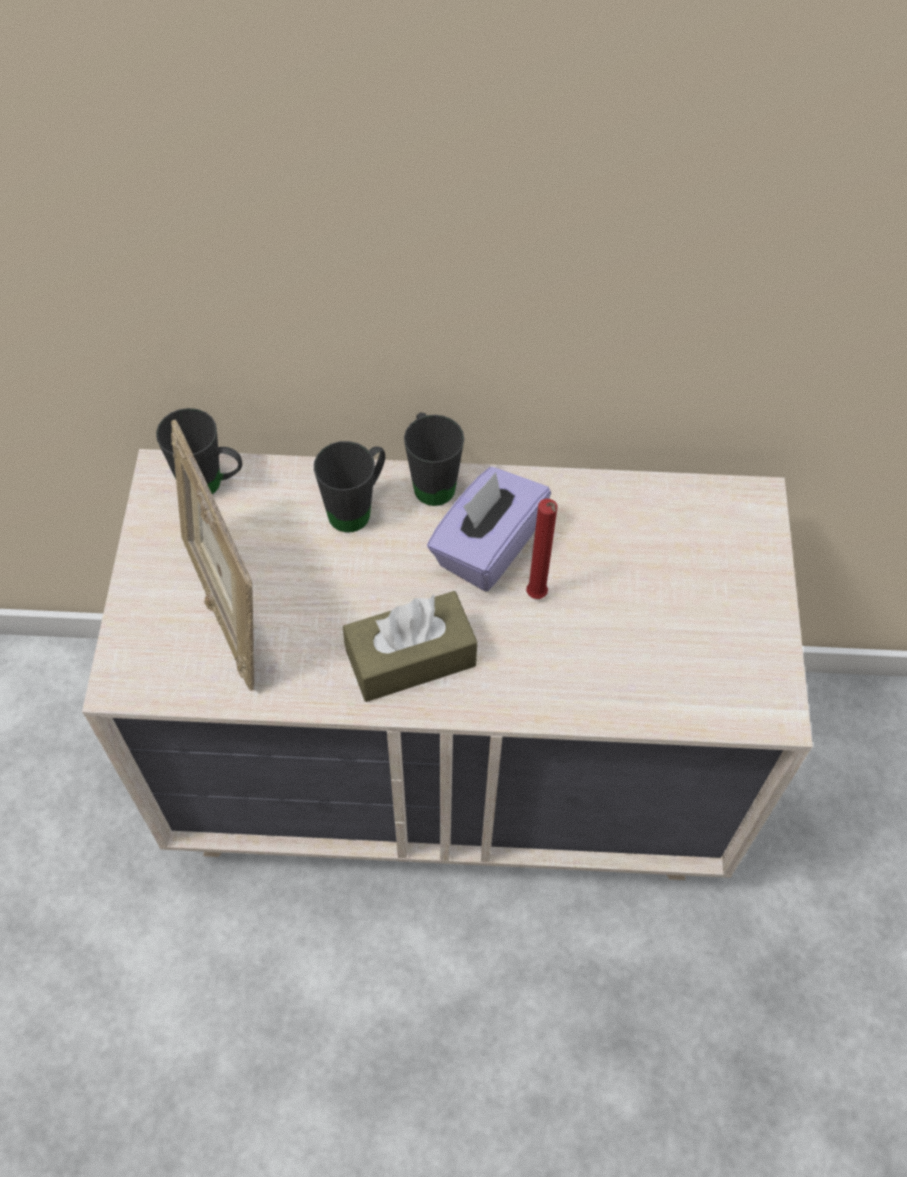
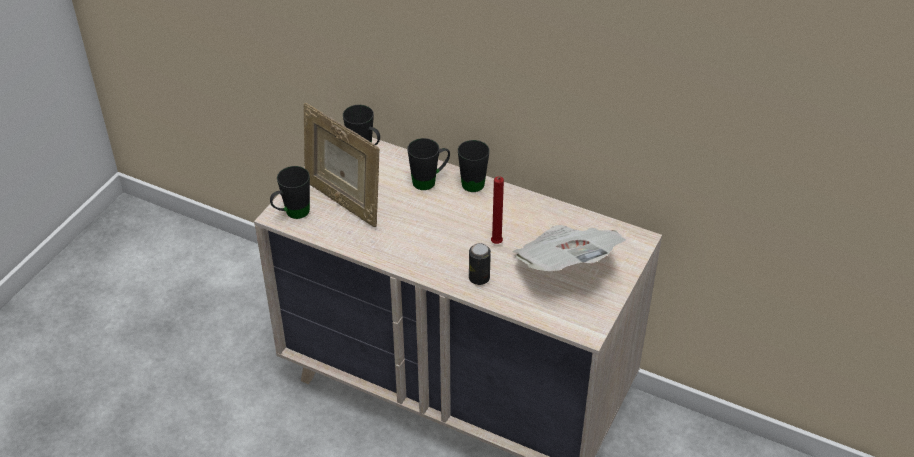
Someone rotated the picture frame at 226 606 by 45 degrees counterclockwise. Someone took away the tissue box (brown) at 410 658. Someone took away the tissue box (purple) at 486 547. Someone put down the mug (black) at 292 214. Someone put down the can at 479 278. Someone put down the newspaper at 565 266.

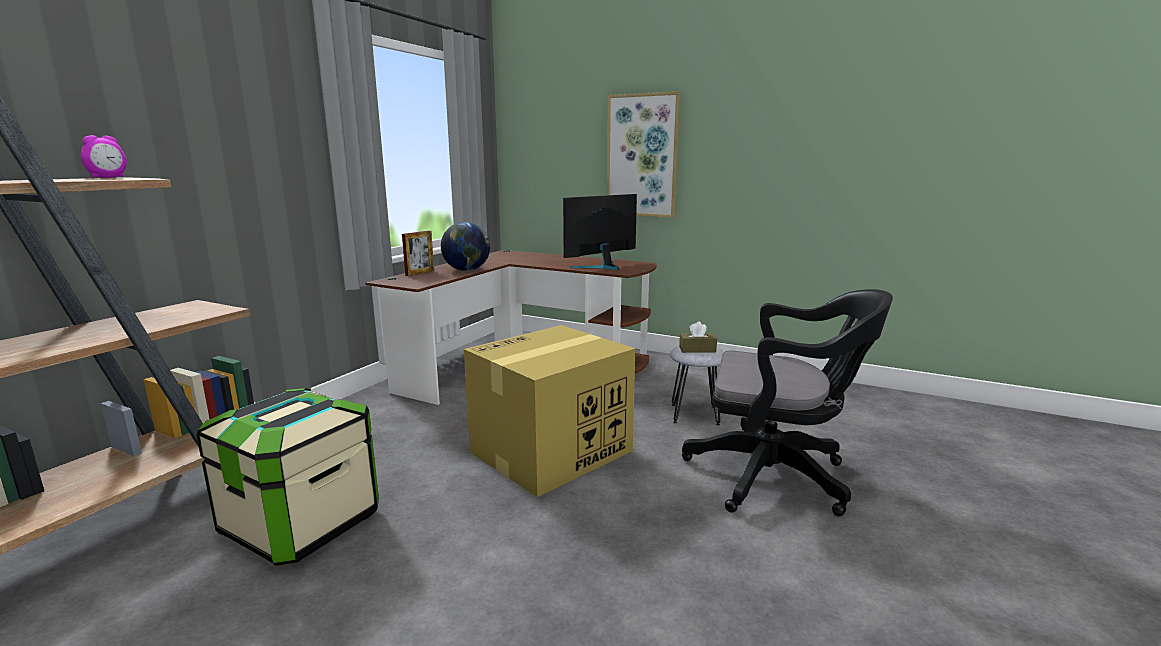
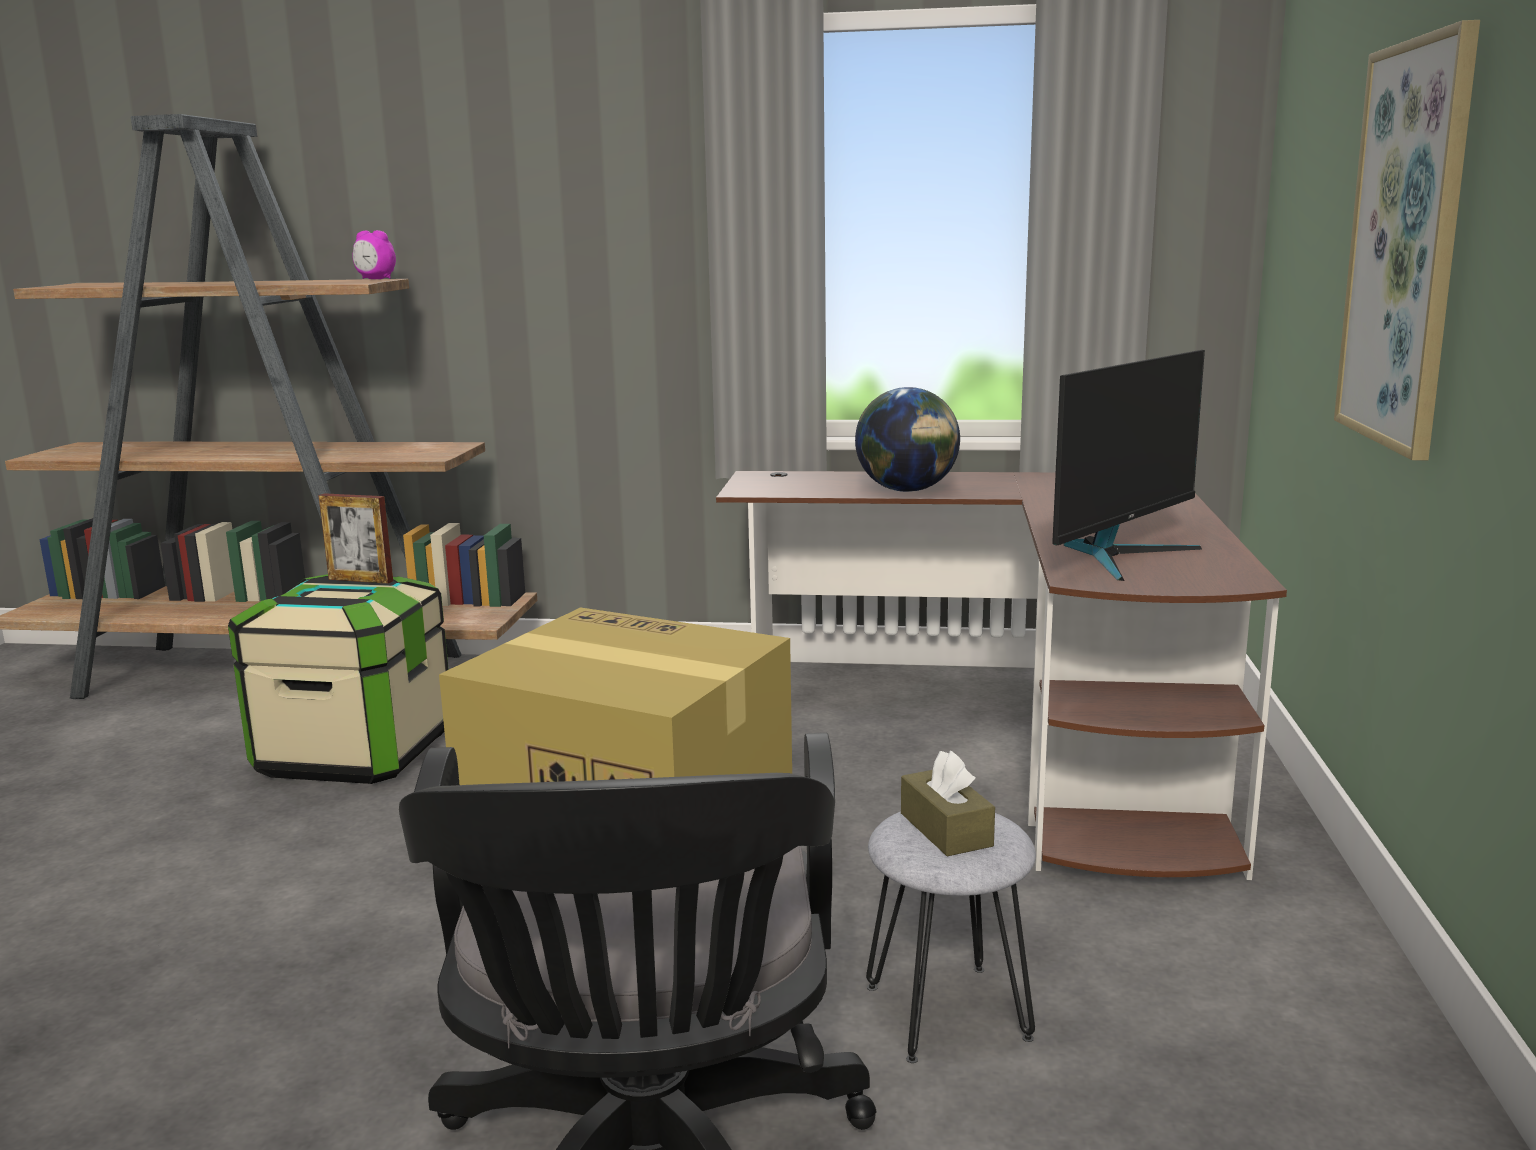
Someone carried the picture frame from 420 273 to 360 580. Someone rotated the monitor at 602 266 by 105 degrees clockwise.

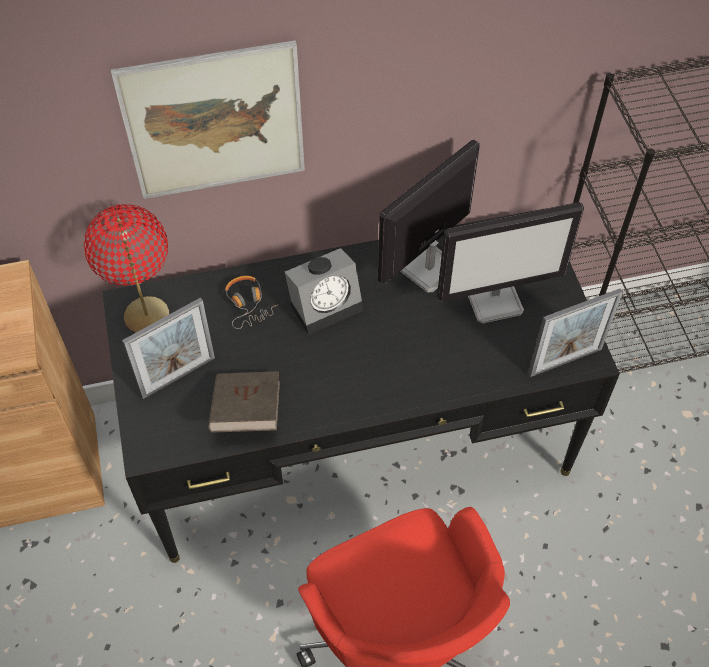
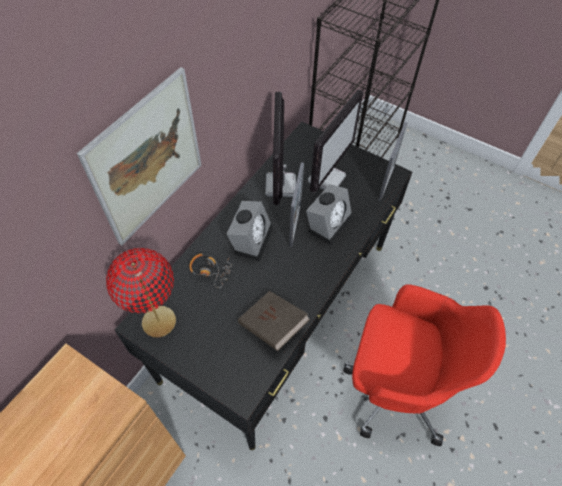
Someone carried the picture frame from 178 377 to 295 225. Someone put down the alarm clock at 329 223.

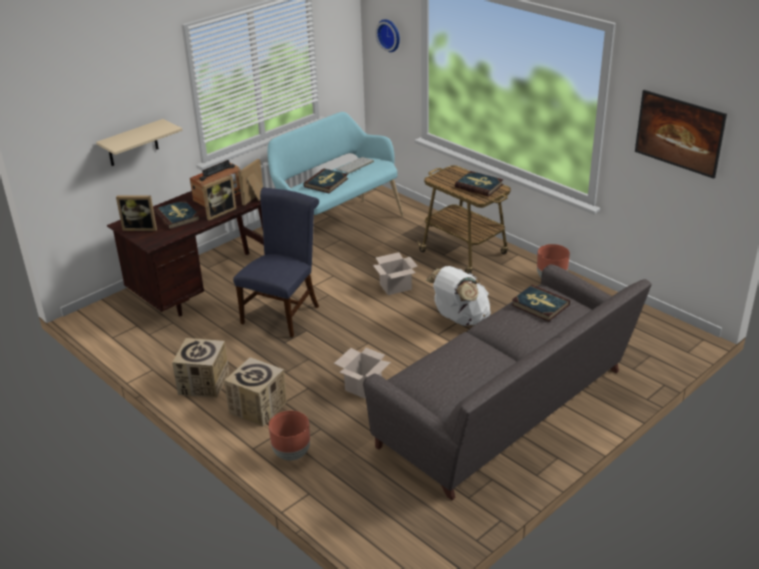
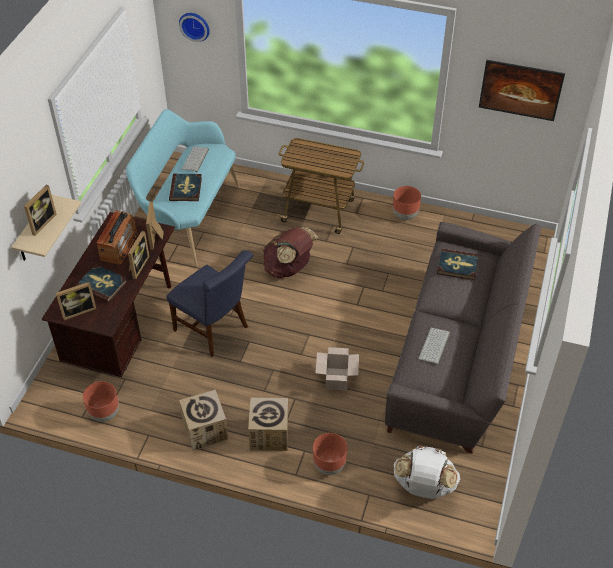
Someone rotated the chair (blue) at 283 312 by 135 degrees clockwise. Someone swapped the cardboard box at 395 287 for the backpack (brown) at 289 268. Someone carried the backpack (white) from 459 319 to 423 486. Someone took away the book at 479 186. Someone put down the picture frame at 41 223. Someone put down the planter (brown) at 104 413. Someone put down the keyboard at 434 346.

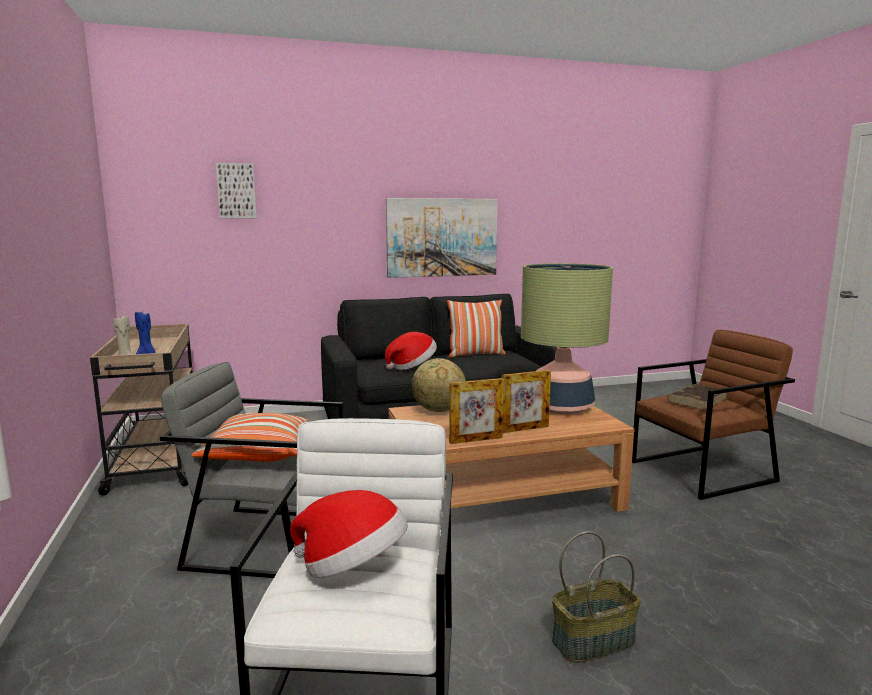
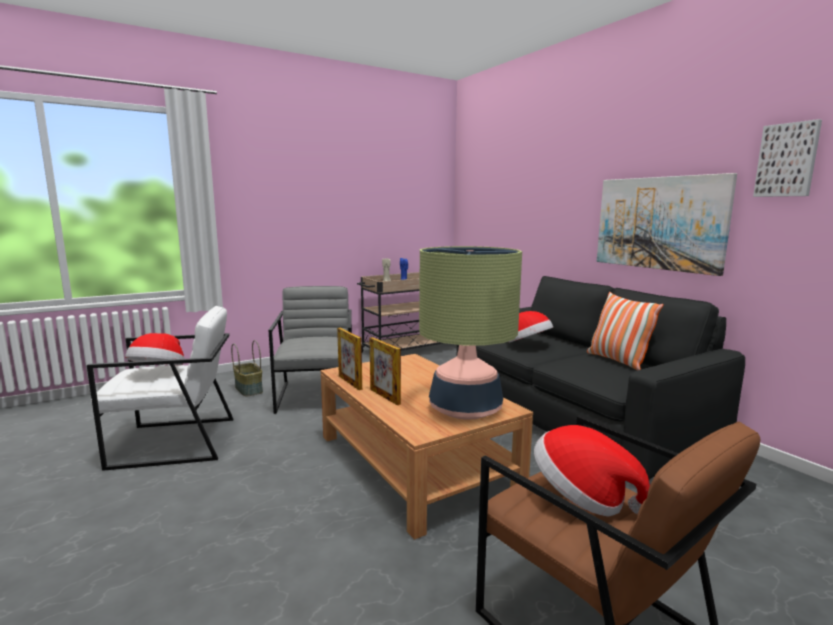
Someone took away the pillow at 256 455. Someone carried the picture from 236 191 to 787 160. Someone took away the globe at 438 411. Someone carried the basket from 593 640 to 249 389. Someone swapped the book (brown) at 697 399 for the hat at 582 497.

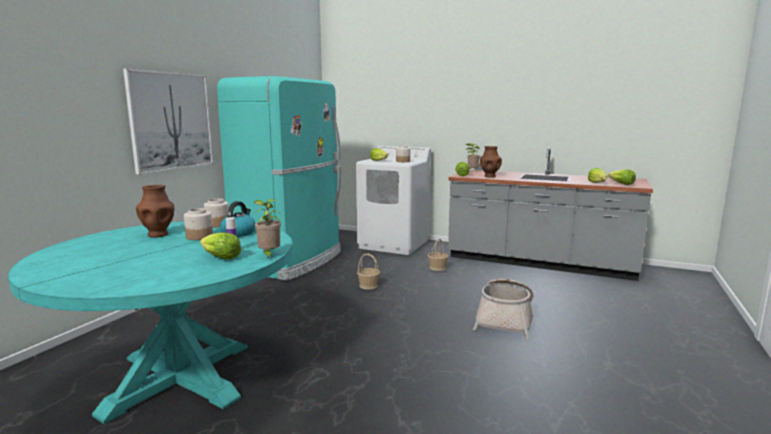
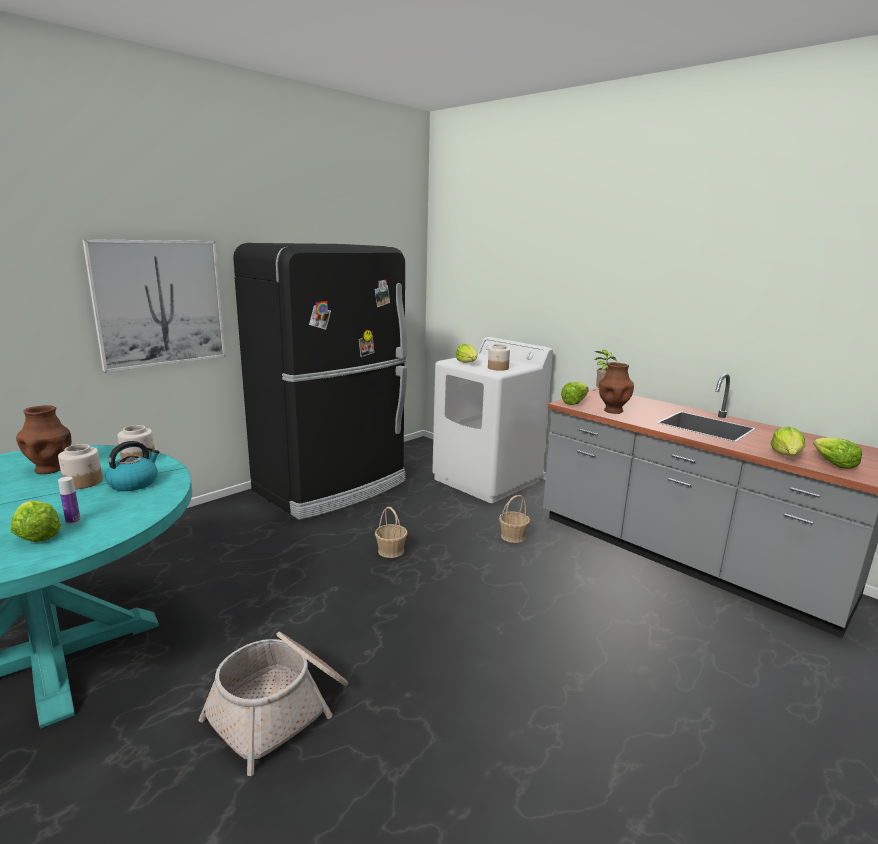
Someone repainted the fridge (turquoise) at 291 261, which became the fridge (black) at 333 487. Someone took away the potted plant at 269 255. Someone carried the basket from 505 320 to 281 709.

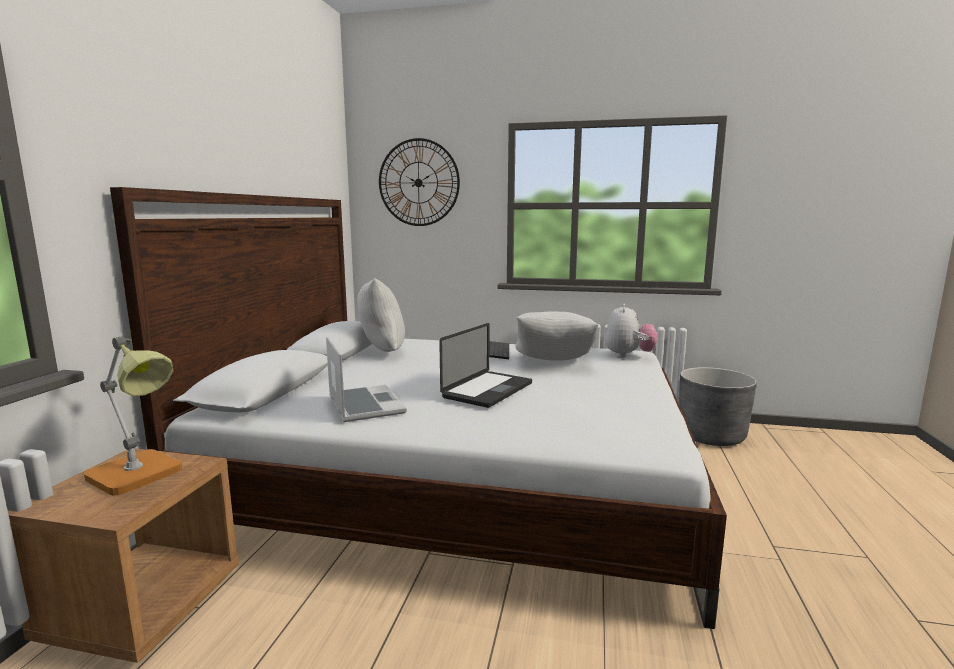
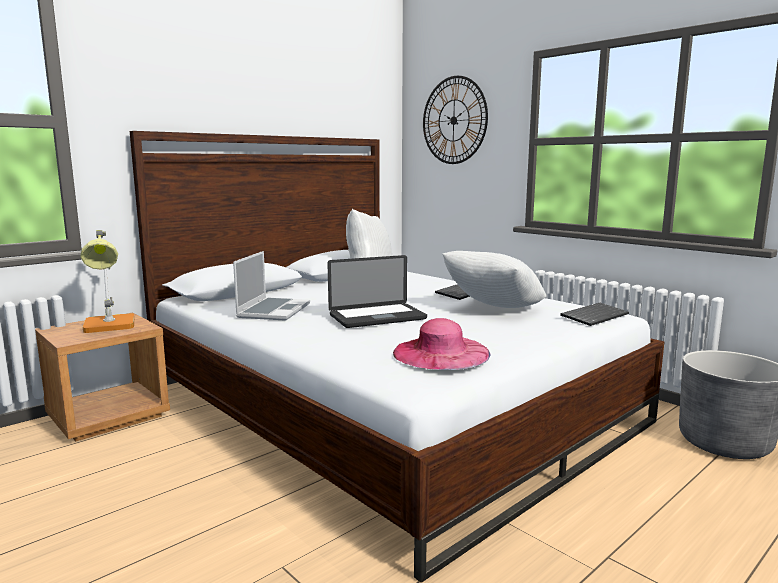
Someone swapped the plush toy at 628 355 for the keyboard at 594 315. Someone put down the hat (pink) at 441 353.

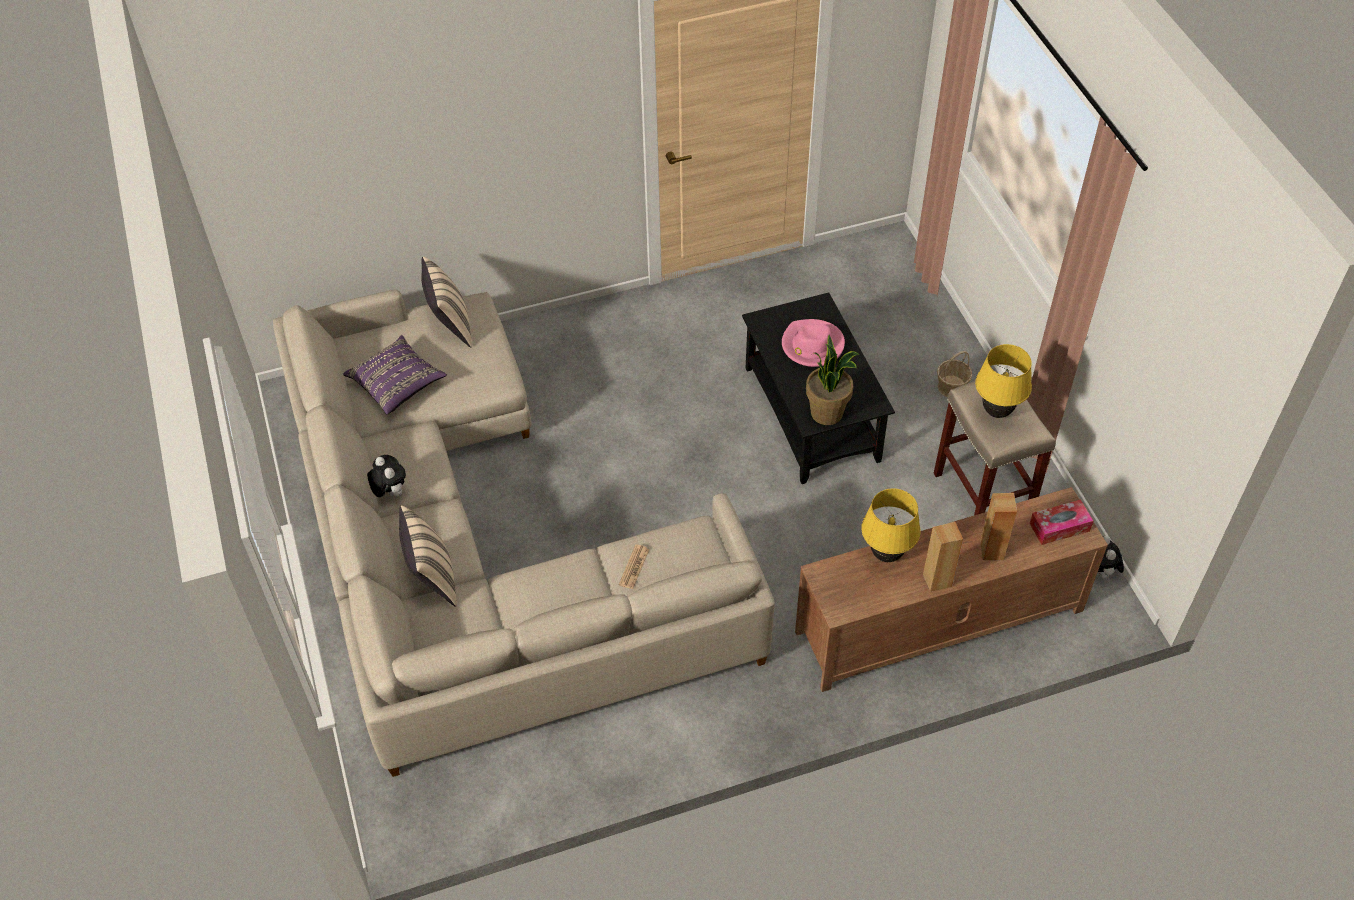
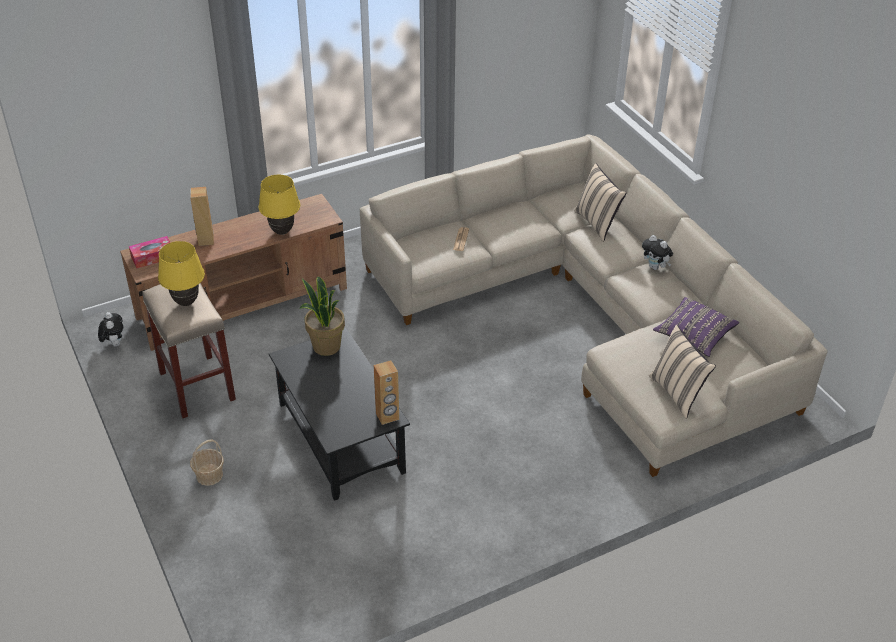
Someone took away the hat (pink) at 812 345. Someone carried the speaker (brown) from 937 580 to 387 416.

